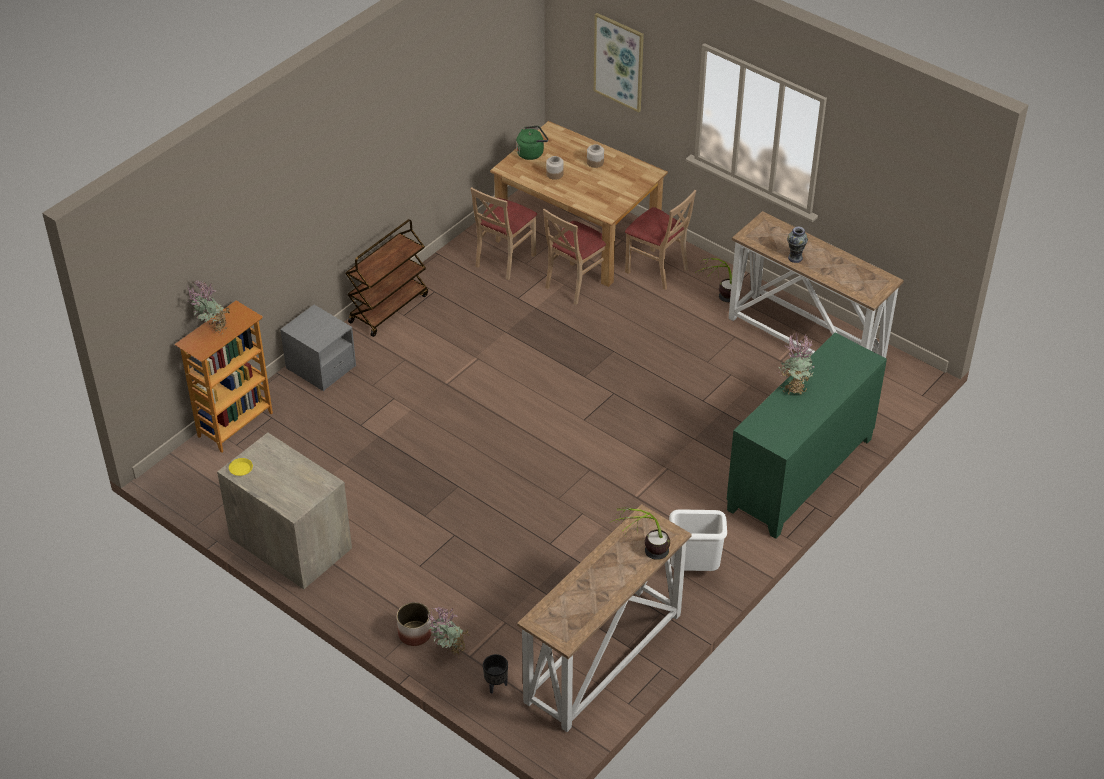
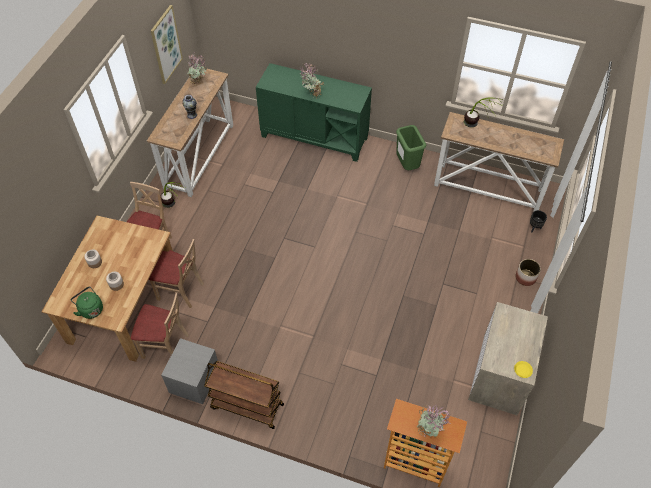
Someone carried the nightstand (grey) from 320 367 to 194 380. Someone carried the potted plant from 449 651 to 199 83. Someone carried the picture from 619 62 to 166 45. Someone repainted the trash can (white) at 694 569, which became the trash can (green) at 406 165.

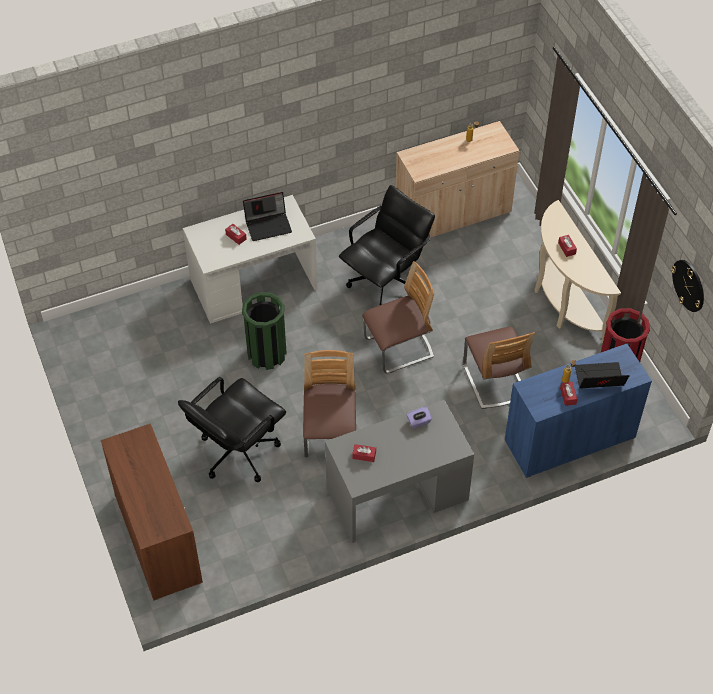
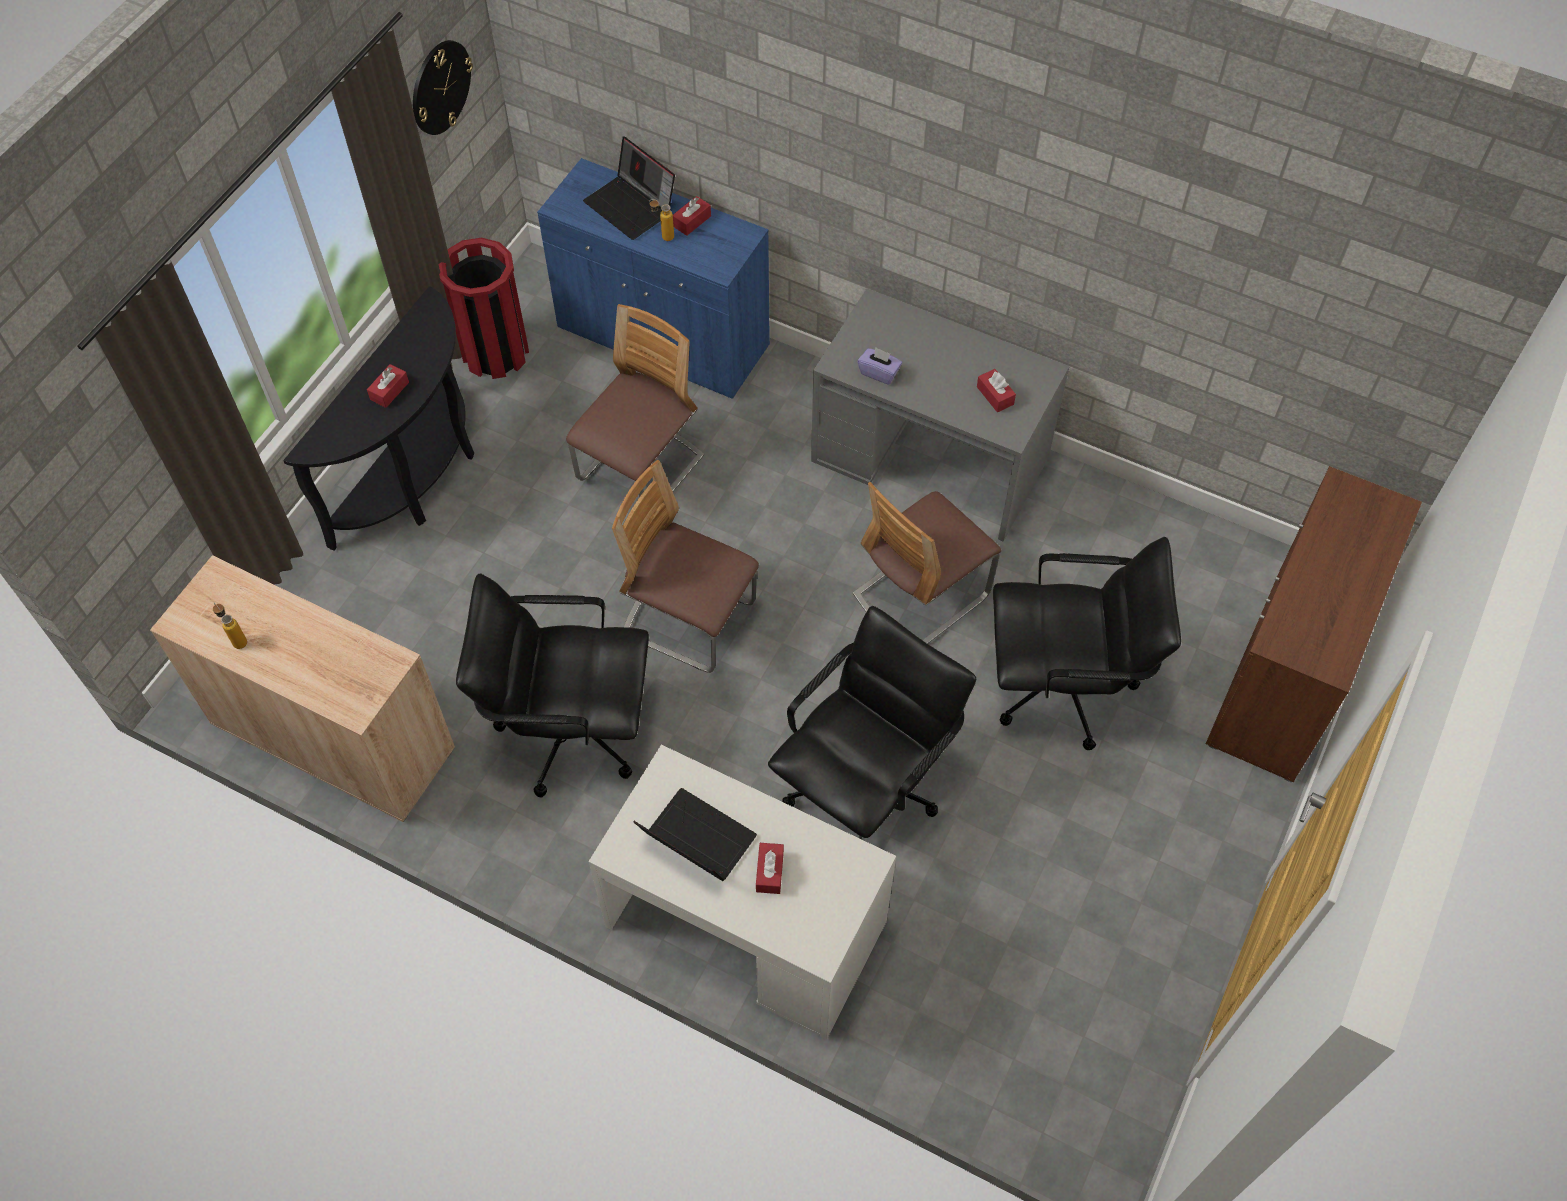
Someone swapped the trash can (green) at 266 354 for the office chair (black) at 864 787. Someone repainted the console table (beige) at 563 303, which became the console table (black) at 417 477.

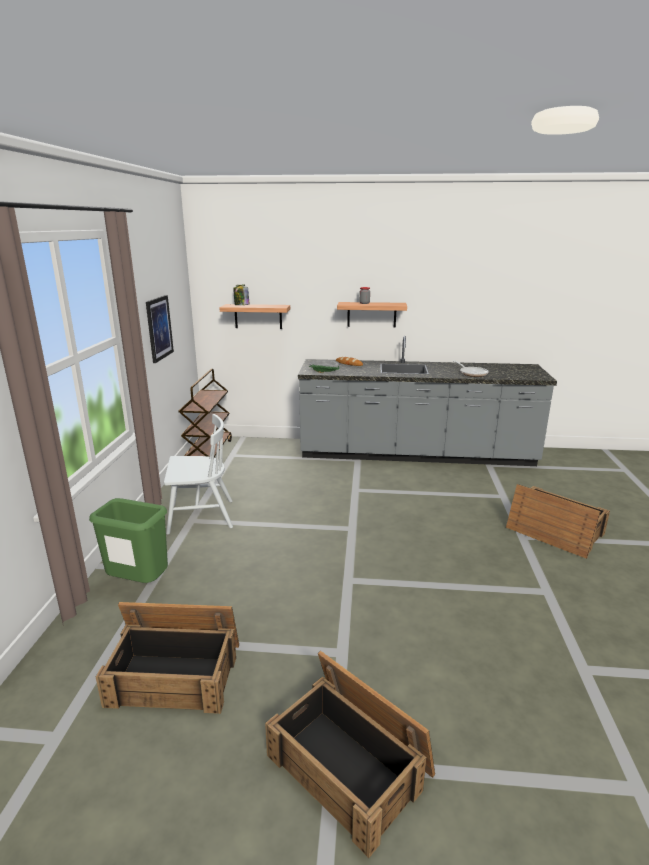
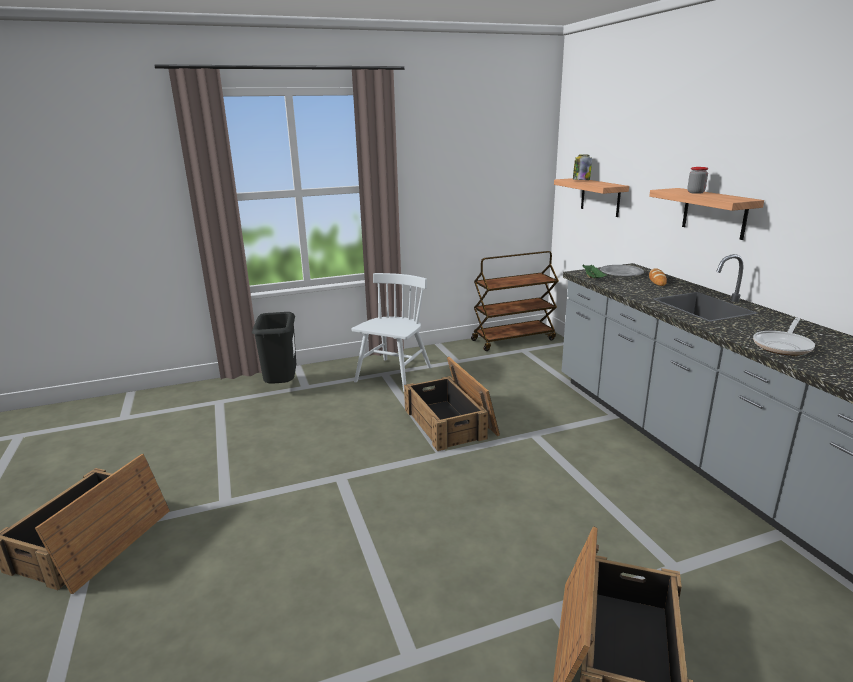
Someone repainted the trash can (green) at 138 584, which became the trash can (black) at 281 386. Someone carried the crate from 176 673 to 451 422. Someone took away the picture at 159 328. Someone rotated the chair (white) at 200 516 by 120 degrees counterclockwise.

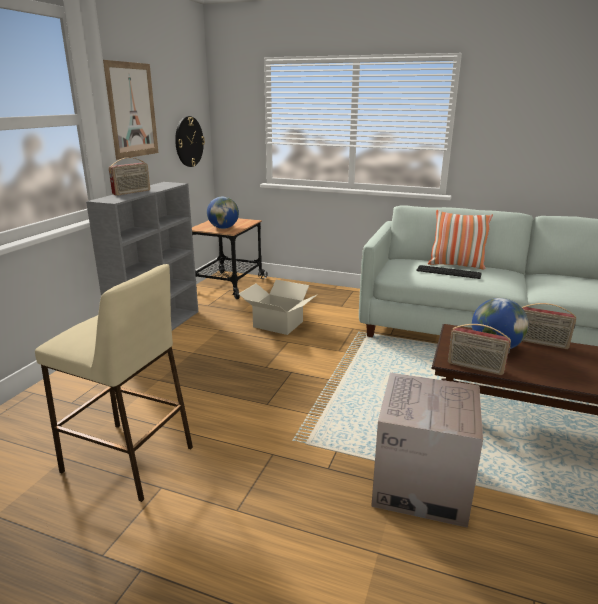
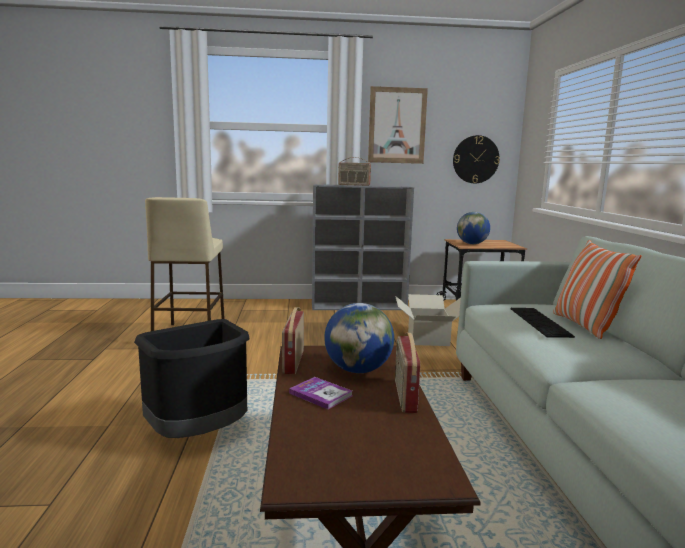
Someone swapped the cardboard box at 421 484 for the trash can (black) at 199 435. Someone put down the book at 321 394.

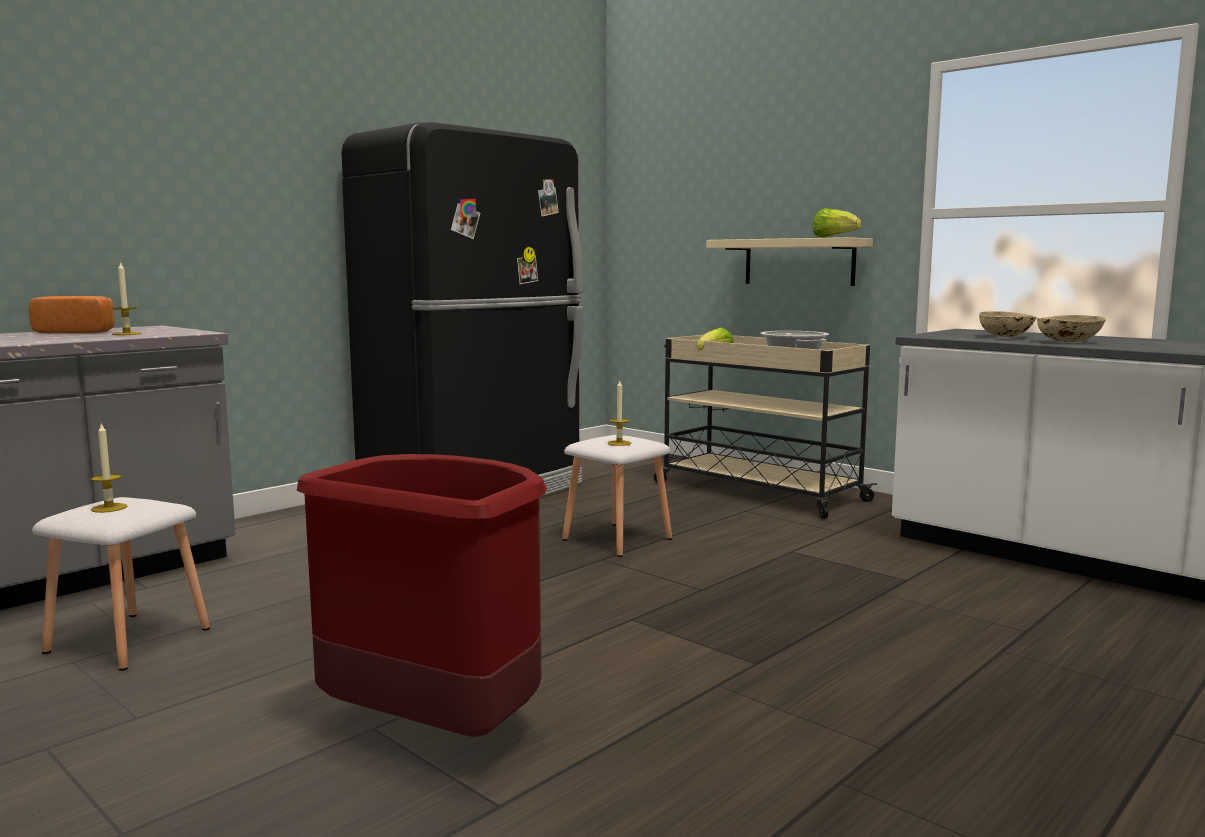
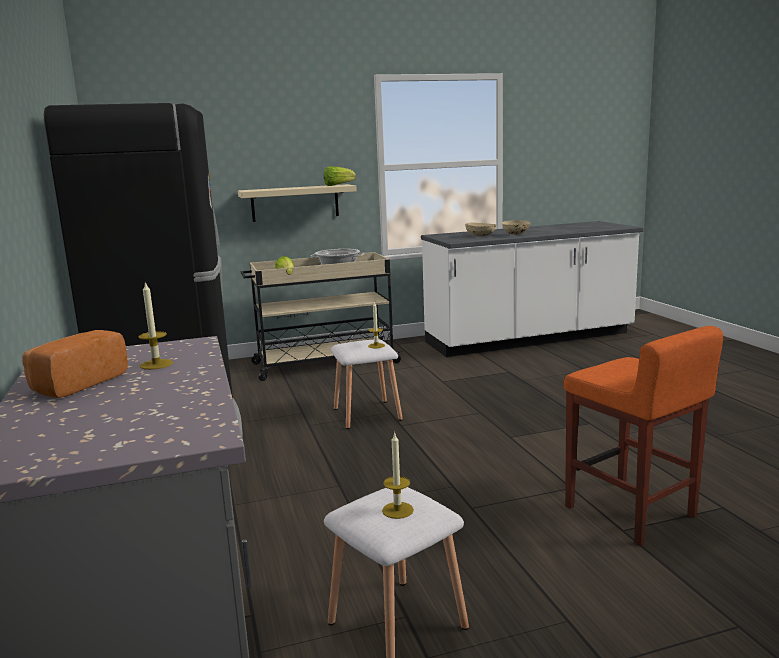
Someone swapped the trash can (red) at 435 728 for the stool (orange) at 631 512.

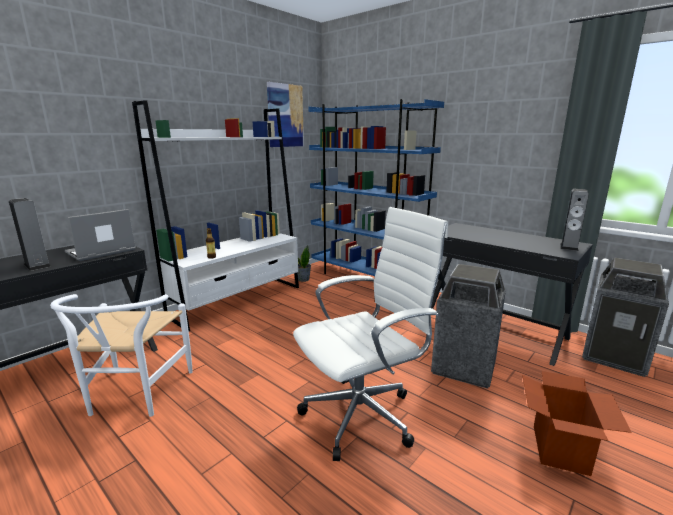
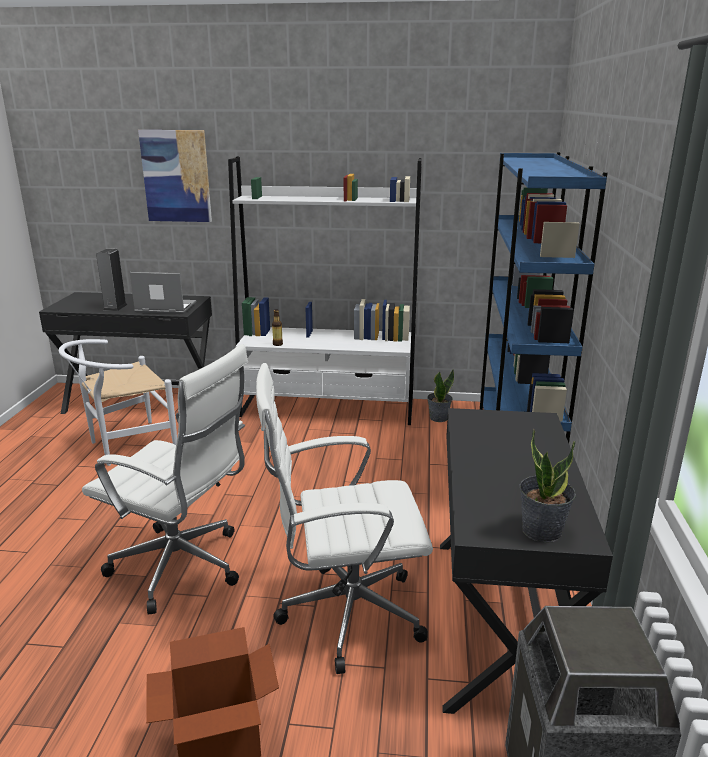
Someone carried the picture from 285 116 to 176 176. Someone swapped the trash can at 463 367 for the office chair (white) at 344 615. Someone swapped the speaker at 569 247 for the potted plant at 541 530.

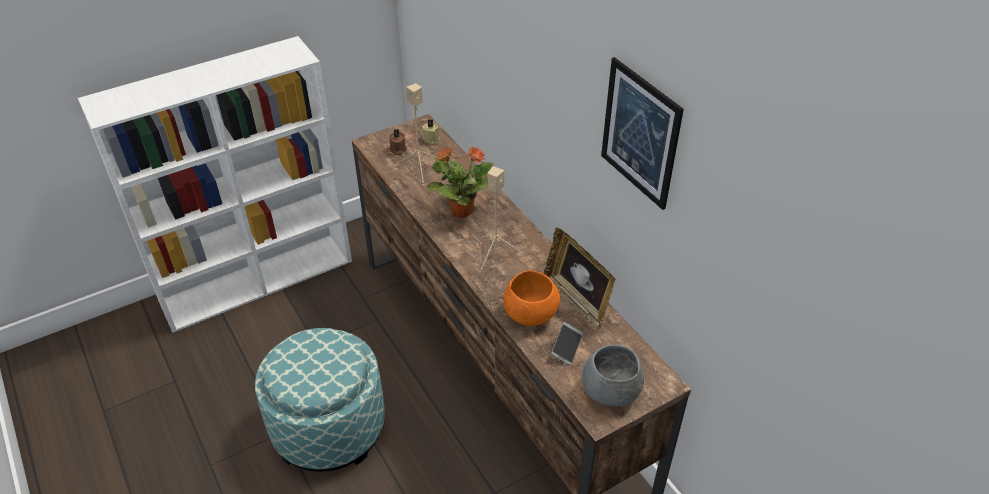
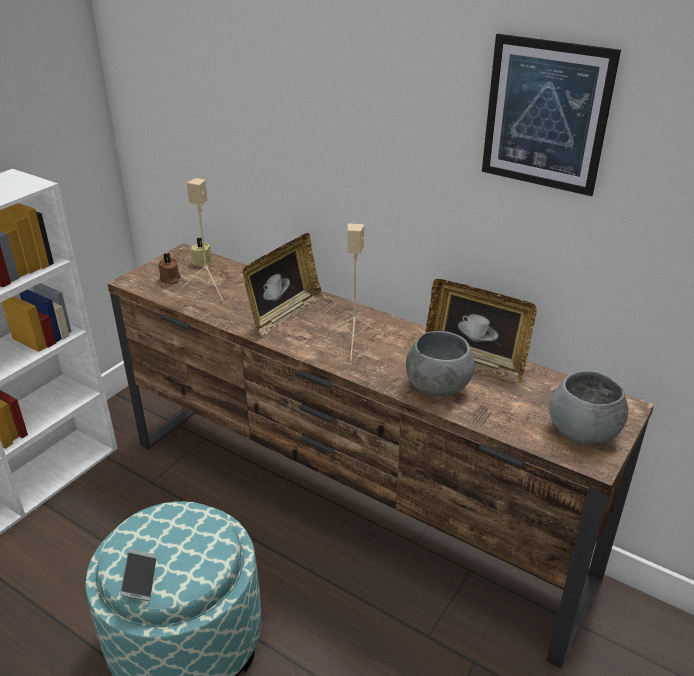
Someone swapped the potted plant at 461 210 for the picture frame at 284 315. Someone repainted the bowl (orange) at 530 314, which became the bowl (grey) at 437 387. Someone carried the phone from 566 346 to 140 579.

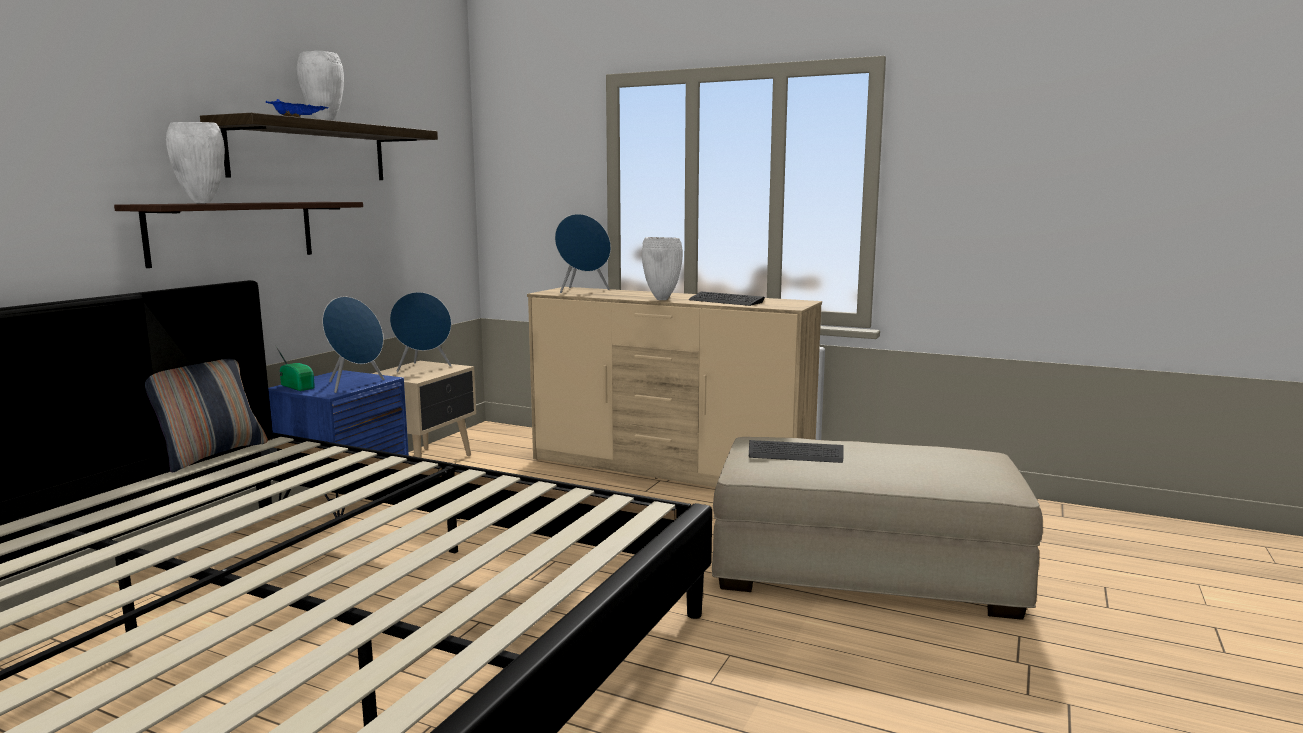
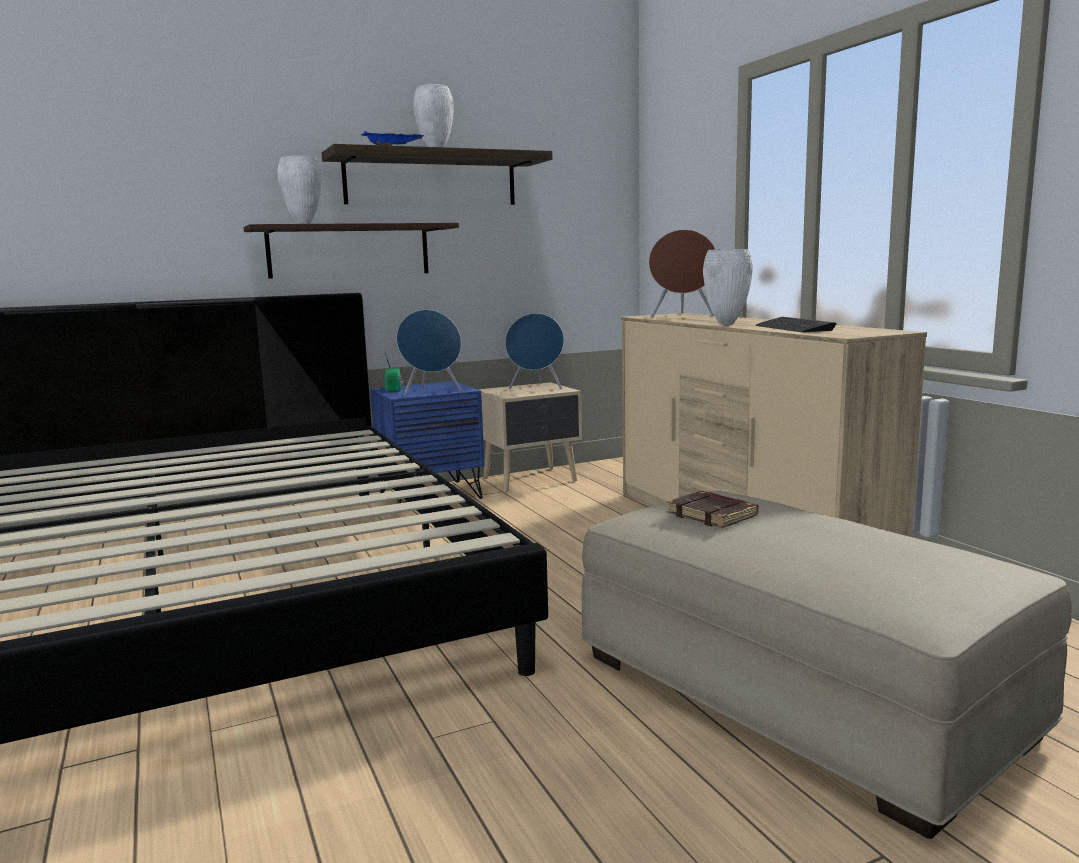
Someone took away the pillow at 211 455. Someone repainted the speaker (blue) at 582 291, which became the speaker (brown) at 682 316. Someone swapped the keyboard at 795 454 for the book (brown) at 713 515.

